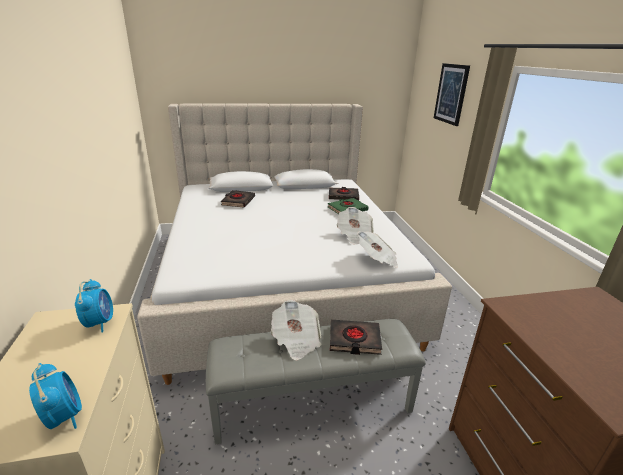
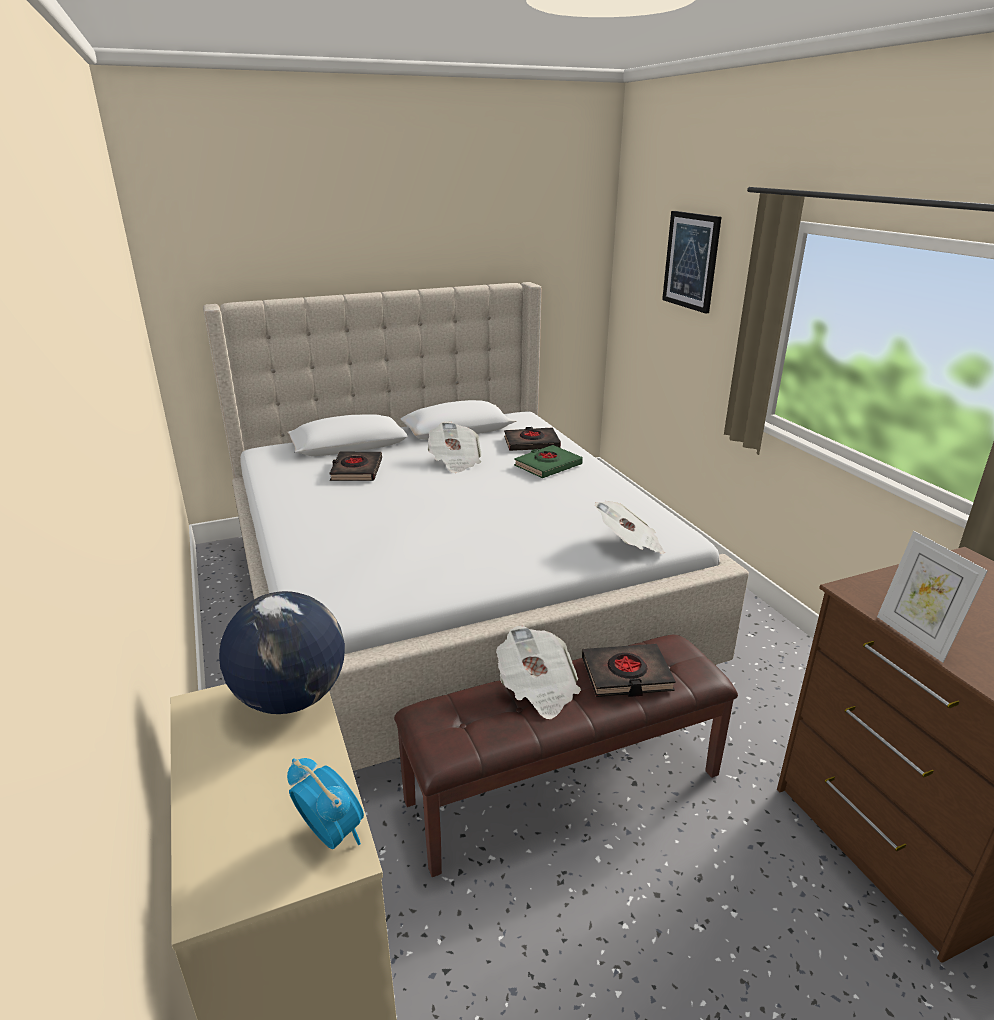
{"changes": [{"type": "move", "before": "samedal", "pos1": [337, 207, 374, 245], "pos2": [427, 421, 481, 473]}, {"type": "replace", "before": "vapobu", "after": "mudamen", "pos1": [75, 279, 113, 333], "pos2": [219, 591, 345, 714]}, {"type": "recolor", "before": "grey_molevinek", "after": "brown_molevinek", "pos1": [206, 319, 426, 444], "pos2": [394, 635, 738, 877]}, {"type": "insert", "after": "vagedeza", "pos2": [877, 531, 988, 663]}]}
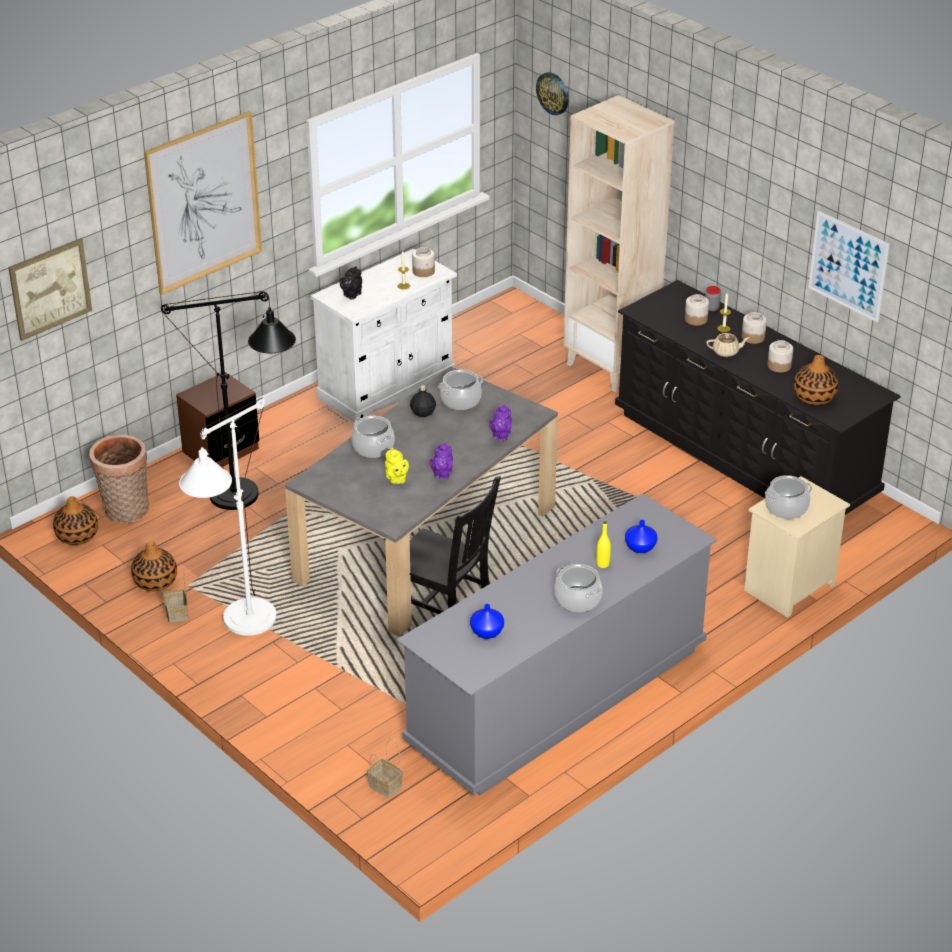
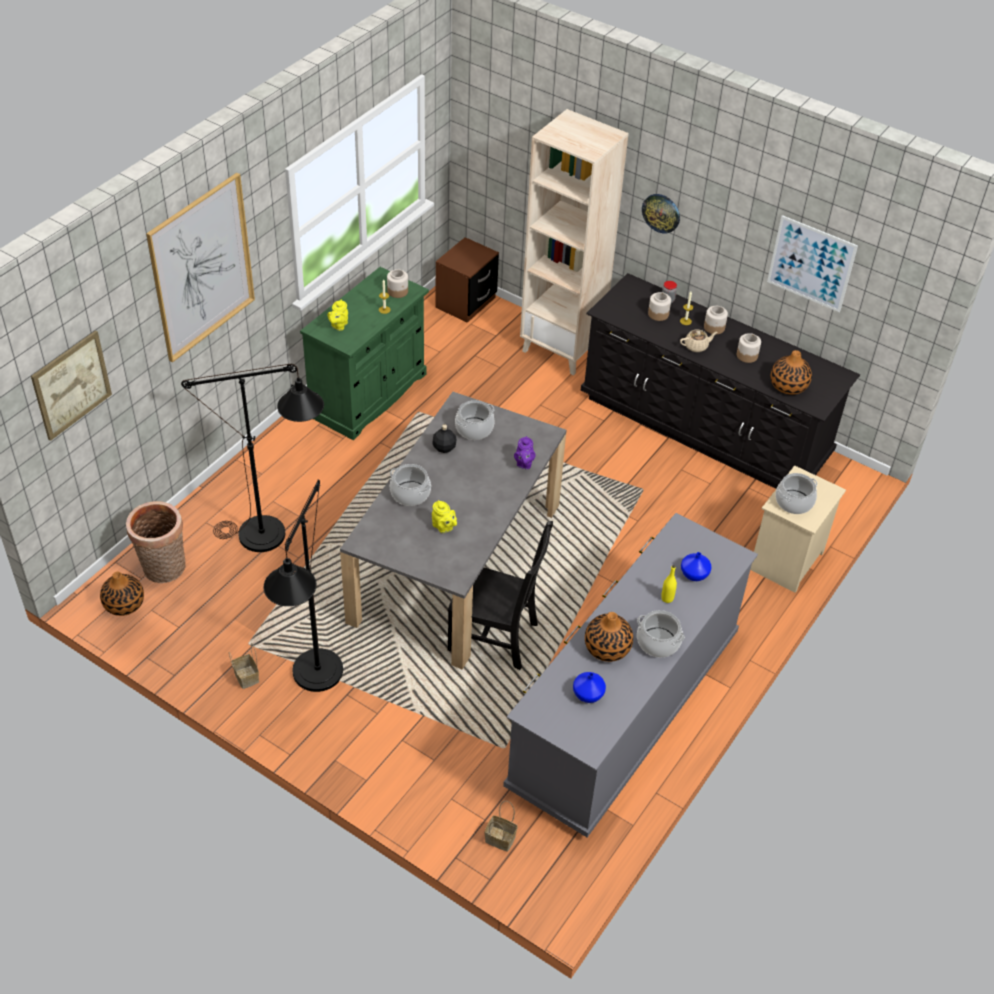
{"changes": [{"type": "move", "before": "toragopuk", "pos1": [536, 72, 569, 115], "pos2": [642, 194, 680, 233]}, {"type": "recolor", "before": "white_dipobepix", "after": "green_dipobepix", "pos1": [310, 249, 457, 422], "pos2": [300, 267, 429, 440]}, {"type": "recolor", "before": "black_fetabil", "after": "yellow_fetabil", "pos1": [339, 266, 362, 299], "pos2": [328, 299, 348, 331]}, {"type": "move", "before": "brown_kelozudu", "pos1": [176, 372, 259, 467], "pos2": [436, 237, 499, 323]}, {"type": "recolor", "before": "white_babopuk", "after": "black_babopuk", "pos1": [179, 397, 277, 636], "pos2": [264, 479, 343, 692]}, {"type": "delete", "before": "purple_fetabil", "pos1": [430, 442, 453, 480]}, {"type": "move", "before": "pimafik", "pos1": [131, 541, 177, 591], "pos2": [585, 612, 633, 662]}]}
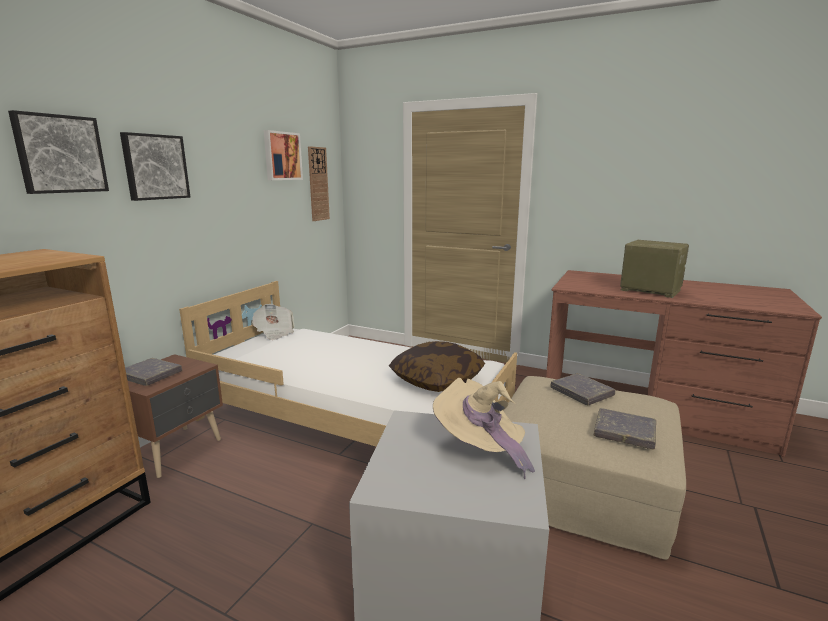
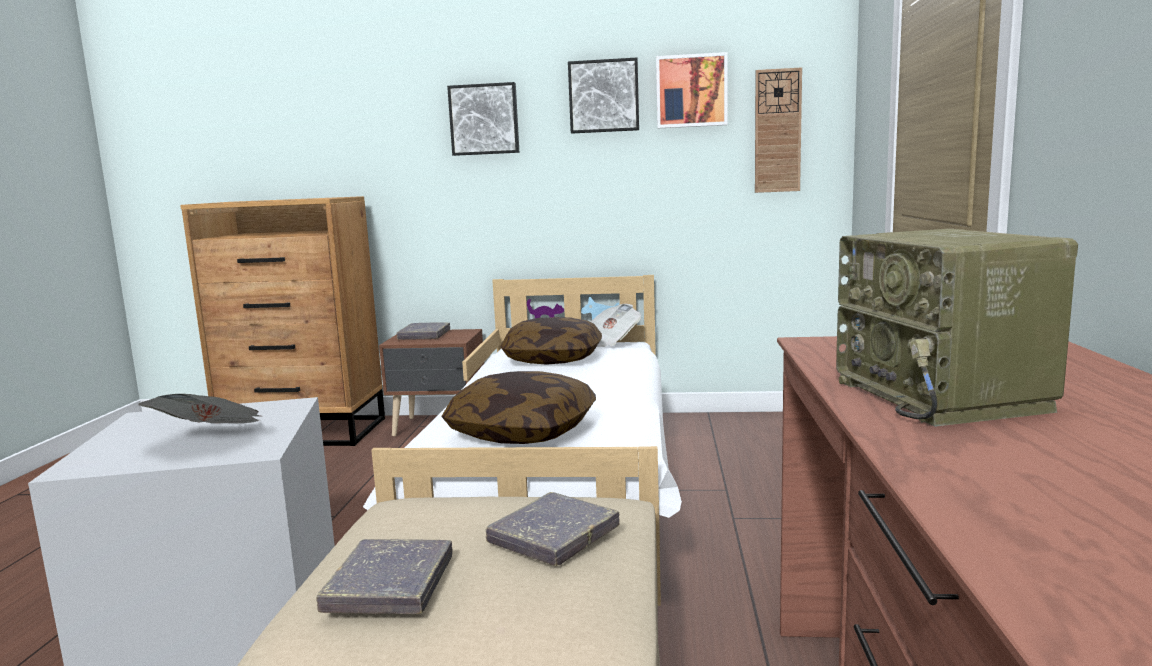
{"changes": [{"type": "move", "before": "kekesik", "pos1": [8, 110, 109, 194], "pos2": [568, 58, 639, 133]}, {"type": "rotate", "before": "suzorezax", "pos1": [620, 240, 689, 298], "pos2": [836, 229, 1078, 427], "turn": 150}, {"type": "replace", "before": "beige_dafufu", "after": "samedal", "pos1": [433, 378, 535, 479], "pos2": [138, 394, 261, 423]}, {"type": "insert", "after": "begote", "pos2": [500, 317, 602, 365]}]}
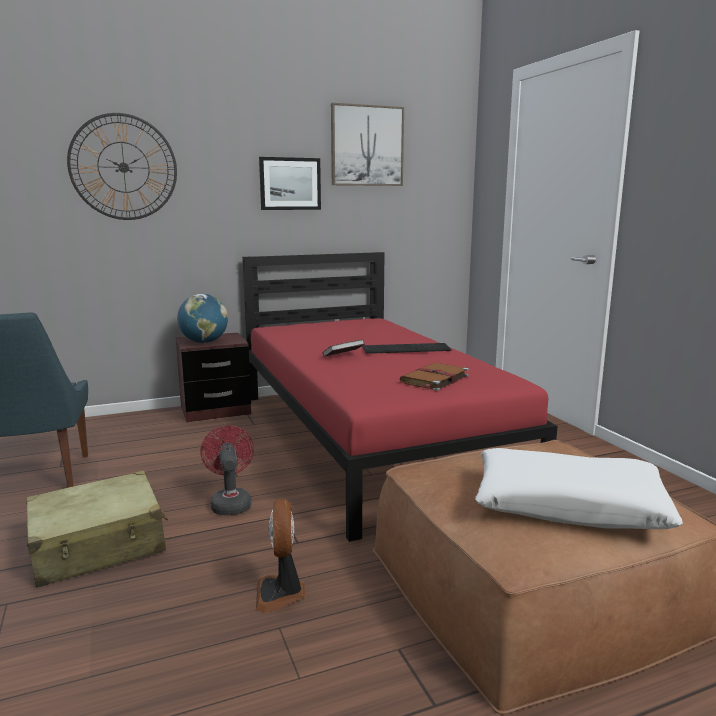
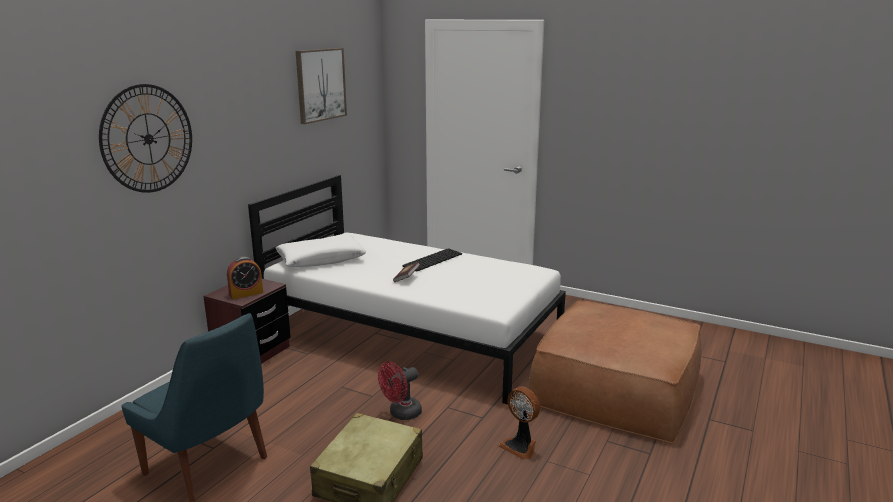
{"changes": [{"type": "delete", "before": "kekesik", "pos1": [259, 157, 321, 210]}, {"type": "recolor", "before": "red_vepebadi", "after": "white_vepebadi", "pos1": [242, 252, 558, 542], "pos2": [248, 175, 566, 405]}, {"type": "replace", "before": "mudamen", "after": "vapobu", "pos1": [177, 294, 228, 343], "pos2": [227, 257, 263, 299]}, {"type": "delete", "before": "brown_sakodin", "pos1": [400, 363, 469, 391]}, {"type": "rotate", "before": "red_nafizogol", "pos1": [200, 425, 254, 515], "pos2": [378, 361, 422, 420], "turn": -75}, {"type": "move", "before": "white_begote", "pos1": [475, 448, 683, 529], "pos2": [275, 234, 366, 267]}]}
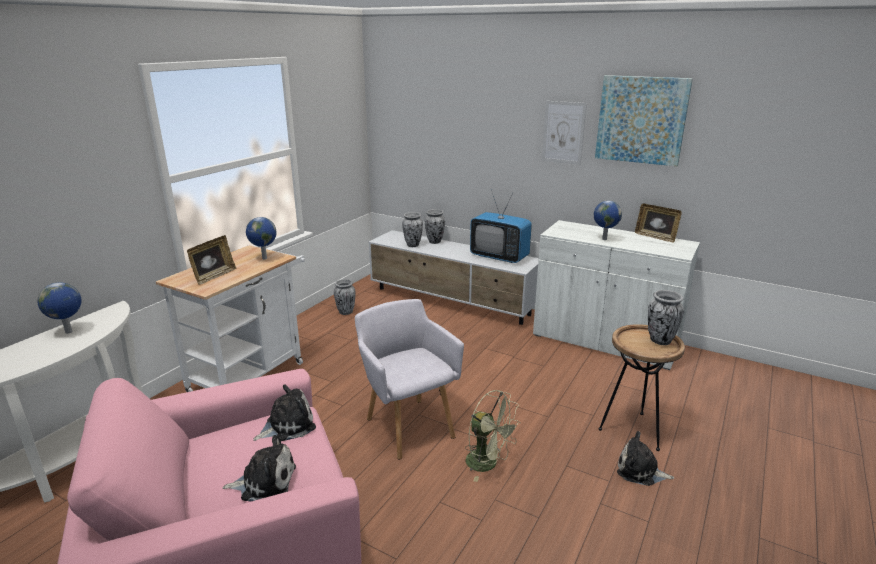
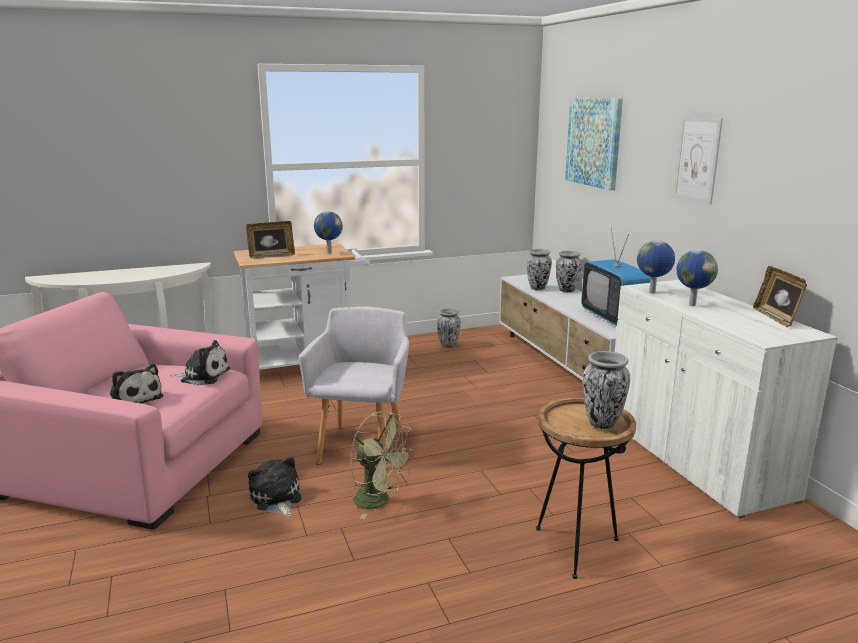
{"changes": [{"type": "move", "before": "kekesik", "pos1": [595, 75, 693, 166], "pos2": [565, 97, 623, 190]}, {"type": "move", "before": "mudamen", "pos1": [37, 282, 82, 334], "pos2": [637, 240, 675, 294]}, {"type": "rotate", "before": "green_nafizogol", "pos1": [465, 390, 521, 482], "pos2": [350, 411, 414, 519], "turn": -45}, {"type": "move", "before": "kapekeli", "pos1": [617, 431, 674, 486], "pos2": [248, 456, 302, 517]}]}
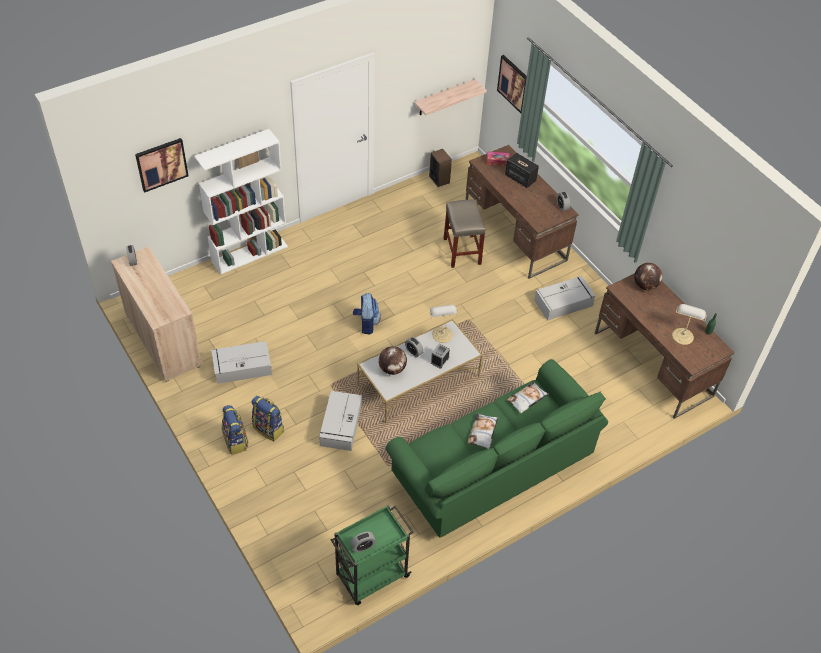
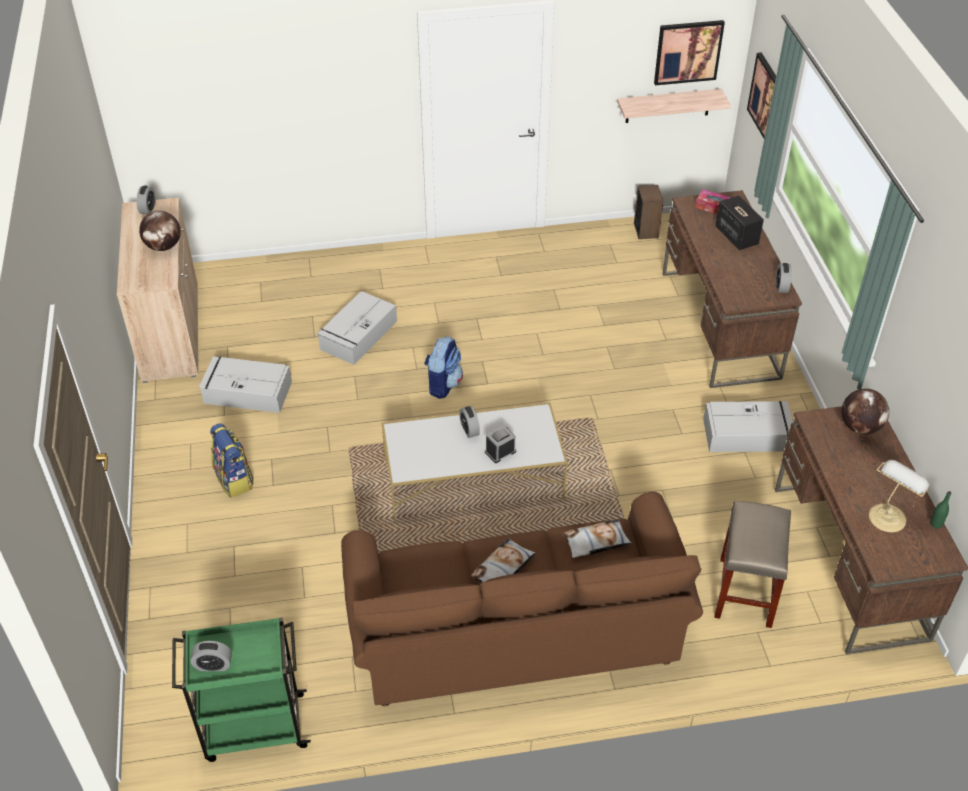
{"changes": [{"type": "delete", "before": "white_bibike", "pos1": [194, 129, 288, 275]}, {"type": "move", "before": "kekesik", "pos1": [135, 138, 189, 193], "pos2": [654, 20, 725, 85]}, {"type": "move", "before": "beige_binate", "pos1": [444, 200, 486, 268], "pos2": [714, 501, 791, 628]}, {"type": "delete", "before": "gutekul", "pos1": [429, 305, 459, 343]}, {"type": "move", "before": "mudamen", "pos1": [379, 346, 407, 375], "pos2": [139, 211, 181, 251]}, {"type": "recolor", "before": "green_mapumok", "after": "brown_mapumok", "pos1": [385, 359, 608, 538], "pos2": [341, 492, 703, 706]}, {"type": "move", "before": "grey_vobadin", "pos1": [319, 391, 362, 451], "pos2": [317, 291, 397, 365]}, {"type": "delete", "before": "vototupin", "pos1": [222, 405, 249, 455]}]}
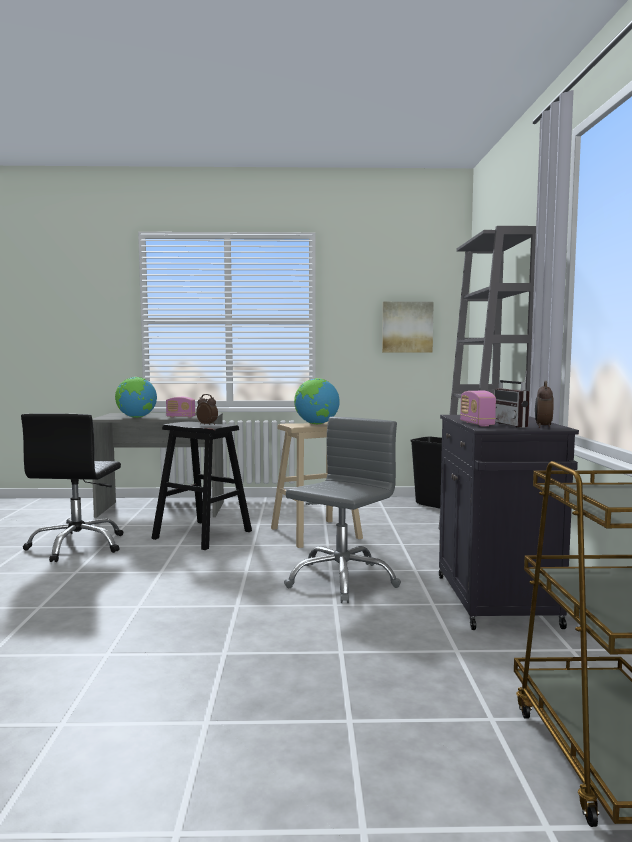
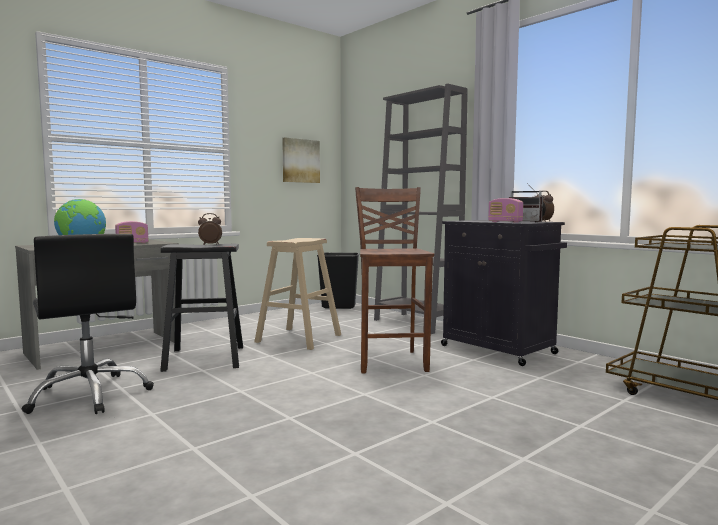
{"changes": [{"type": "delete", "before": "mudamen", "pos1": [294, 378, 340, 424]}, {"type": "replace", "before": "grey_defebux", "after": "brown_binate", "pos1": [284, 417, 401, 603], "pos2": [355, 187, 434, 373]}]}
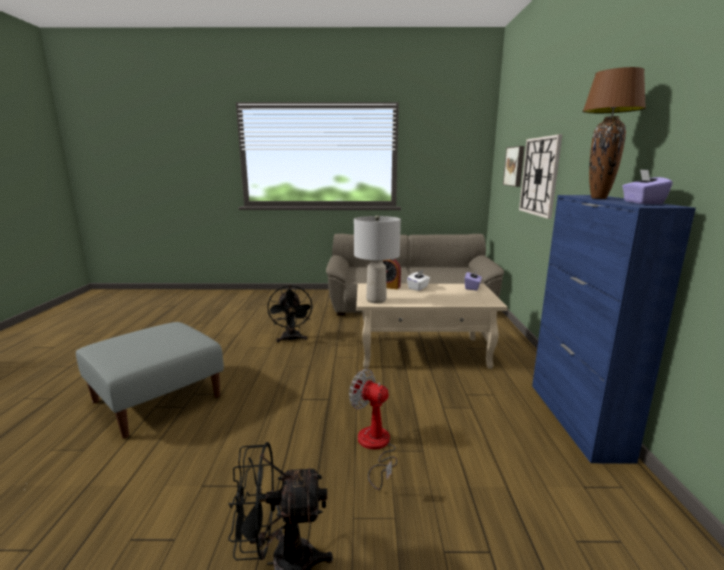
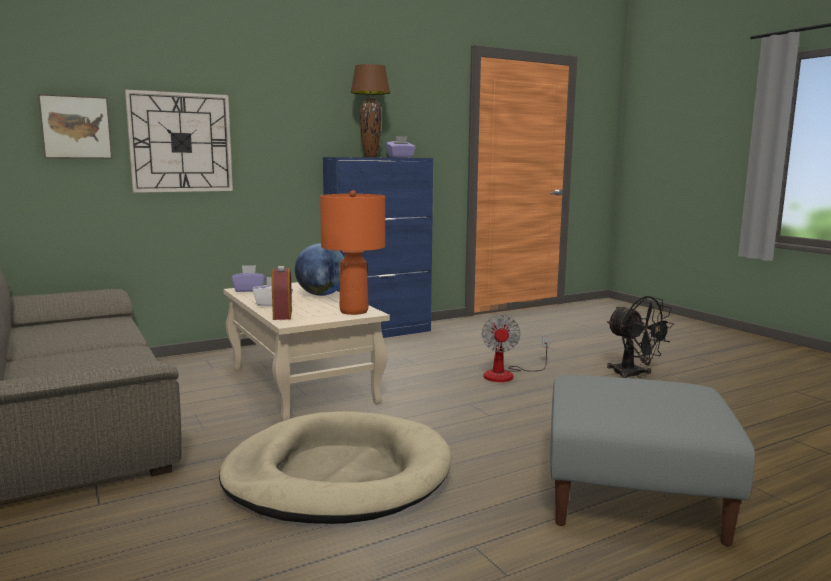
{"changes": [{"type": "recolor", "before": "grey_gutekul", "after": "orange_gutekul", "pos1": [354, 215, 401, 303], "pos2": [320, 190, 385, 315]}, {"type": "replace", "before": "black_nafizogol", "after": "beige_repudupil", "pos1": [267, 285, 313, 343], "pos2": [219, 411, 452, 524]}, {"type": "insert", "after": "mudamen", "pos2": [295, 243, 344, 296]}]}
